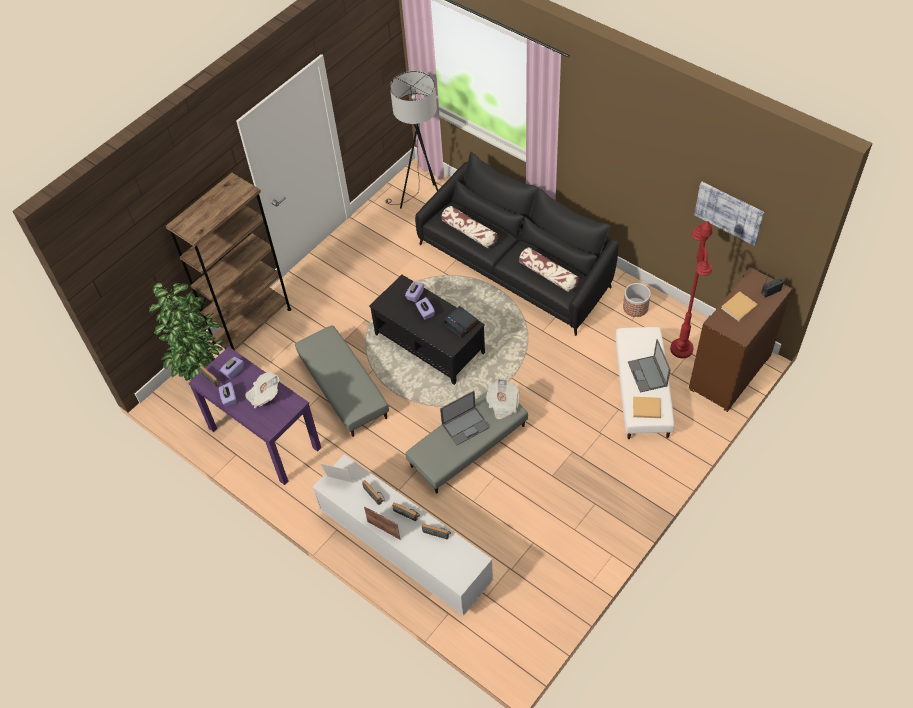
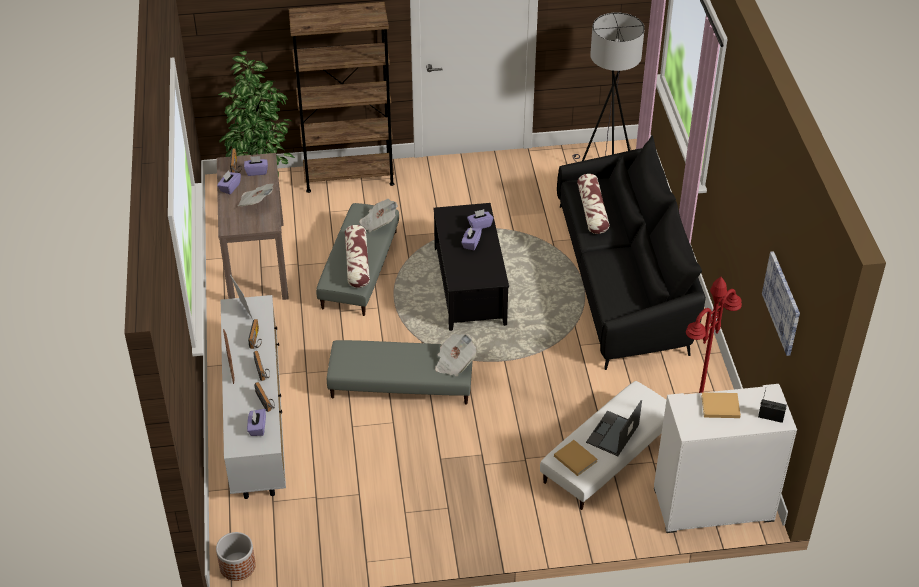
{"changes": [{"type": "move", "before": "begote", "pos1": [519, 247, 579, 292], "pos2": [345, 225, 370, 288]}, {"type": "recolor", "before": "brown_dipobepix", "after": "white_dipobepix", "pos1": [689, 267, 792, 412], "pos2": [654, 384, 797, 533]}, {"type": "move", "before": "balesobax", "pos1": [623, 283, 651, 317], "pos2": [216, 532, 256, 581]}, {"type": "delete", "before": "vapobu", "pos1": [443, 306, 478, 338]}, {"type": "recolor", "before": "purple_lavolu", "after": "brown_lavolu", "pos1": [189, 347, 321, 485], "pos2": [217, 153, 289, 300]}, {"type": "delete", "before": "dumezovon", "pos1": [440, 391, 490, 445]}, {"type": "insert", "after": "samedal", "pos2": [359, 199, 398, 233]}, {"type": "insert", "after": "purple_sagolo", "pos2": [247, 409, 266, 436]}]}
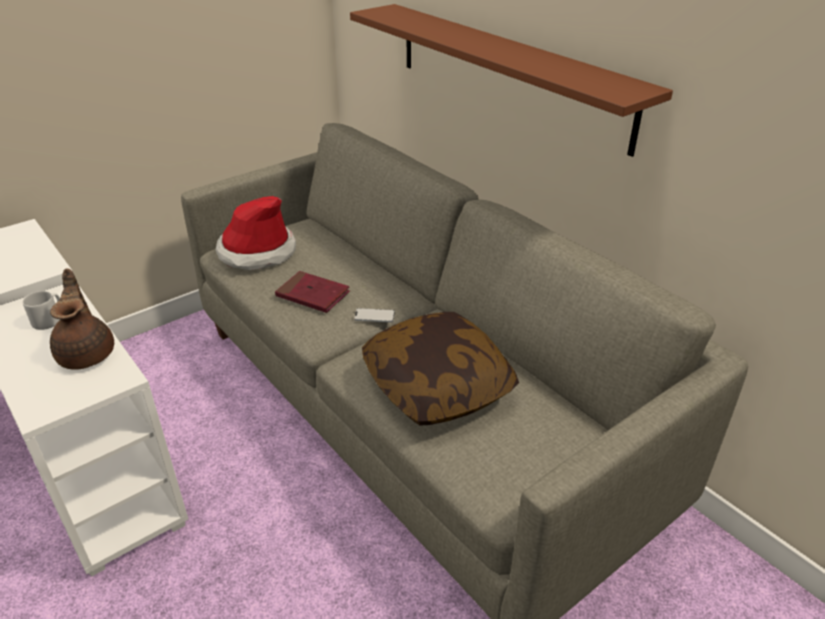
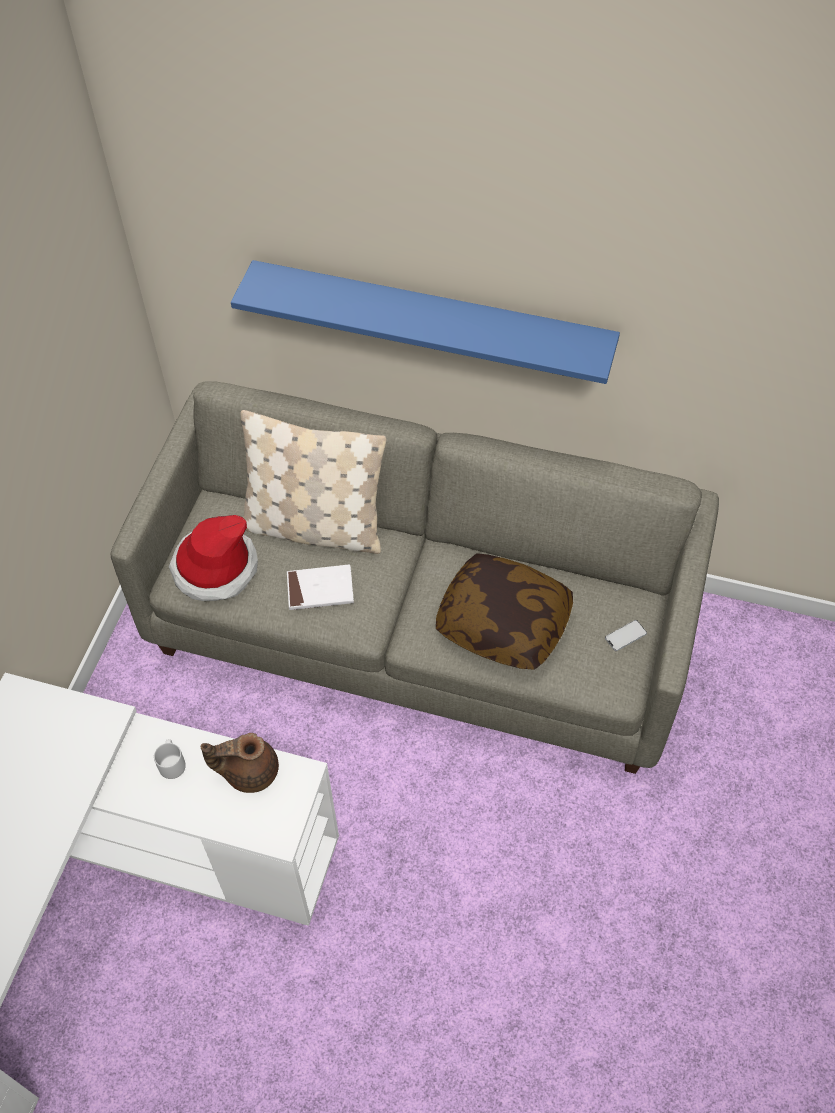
{"changes": [{"type": "recolor", "before": "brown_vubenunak", "after": "blue_vubenunak", "pos1": [350, 4, 673, 157], "pos2": [231, 260, 620, 384]}, {"type": "rotate", "before": "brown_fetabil", "pos1": [50, 269, 114, 370], "pos2": [201, 733, 279, 793], "turn": -45}, {"type": "recolor", "before": "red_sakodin", "after": "white_sakodin", "pos1": [275, 271, 350, 313], "pos2": [287, 564, 354, 610]}, {"type": "move", "before": "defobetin", "pos1": [354, 308, 395, 323], "pos2": [605, 620, 647, 651]}, {"type": "insert", "after": "beige_begote", "pos2": [240, 410, 387, 554]}]}
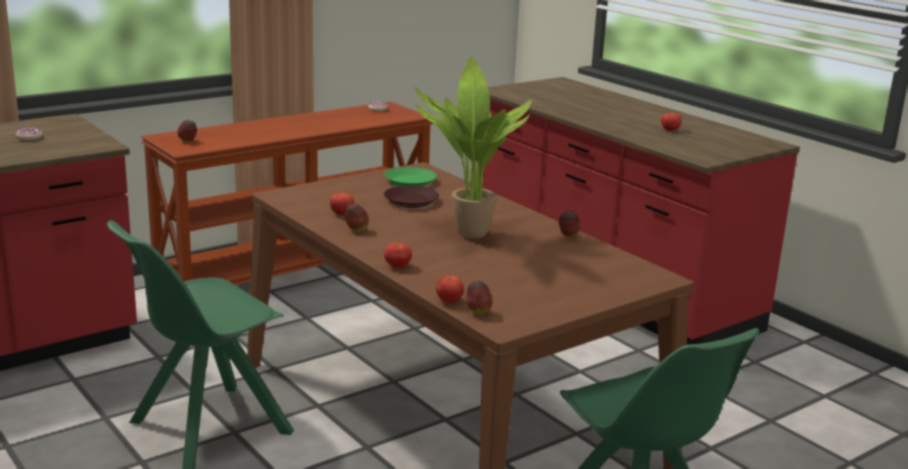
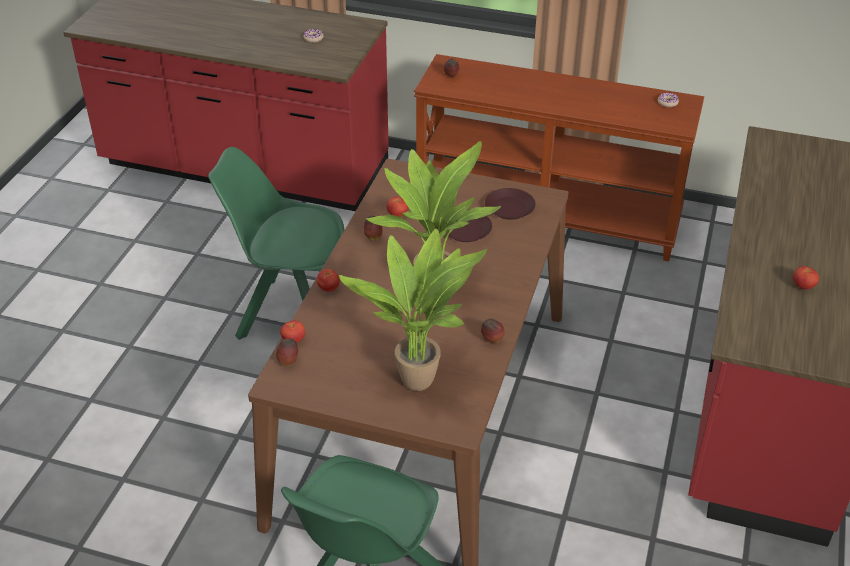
{"changes": [{"type": "recolor", "before": "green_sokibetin", "after": "brown_sokibetin", "pos1": [384, 167, 437, 187], "pos2": [485, 188, 535, 219]}, {"type": "insert", "after": "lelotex", "pos2": [339, 229, 487, 391]}]}
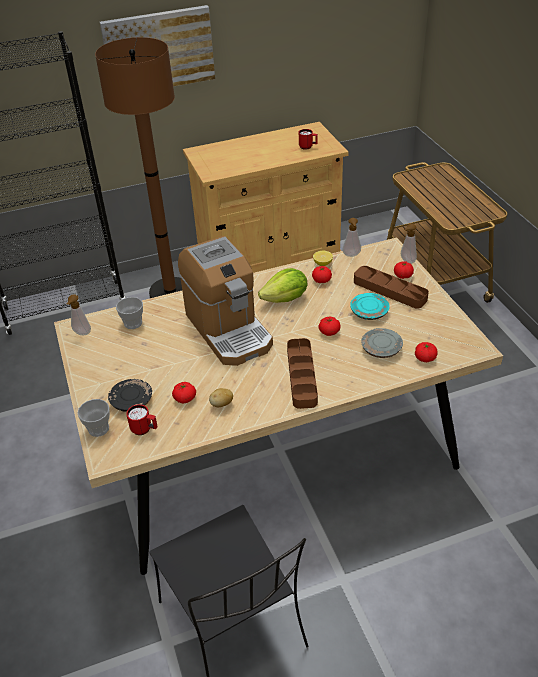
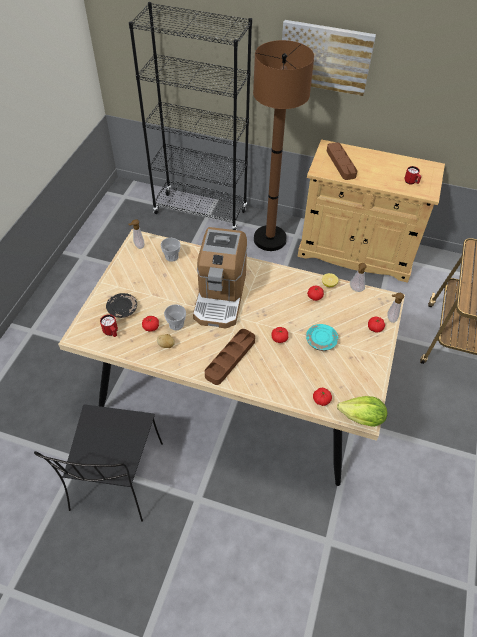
{"changes": [{"type": "move", "before": "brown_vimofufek", "pos1": [354, 266, 429, 309], "pos2": [327, 142, 357, 180]}, {"type": "move", "before": "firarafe", "pos1": [258, 268, 307, 303], "pos2": [337, 396, 387, 427]}, {"type": "delete", "before": "grey_sokibetin", "pos1": [361, 328, 403, 358]}, {"type": "move", "before": "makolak", "pos1": [77, 399, 110, 437], "pos2": [164, 304, 186, 331]}]}
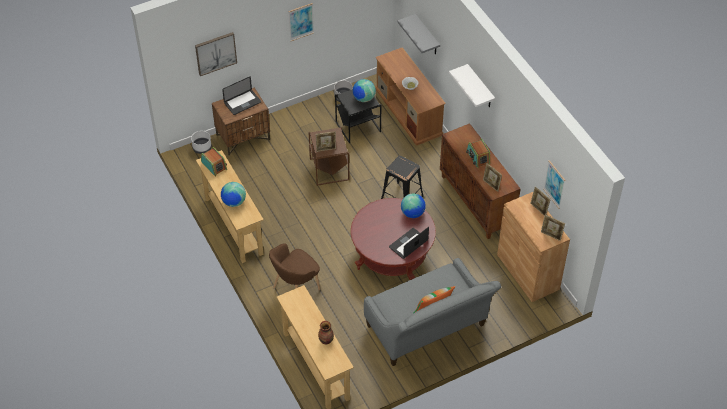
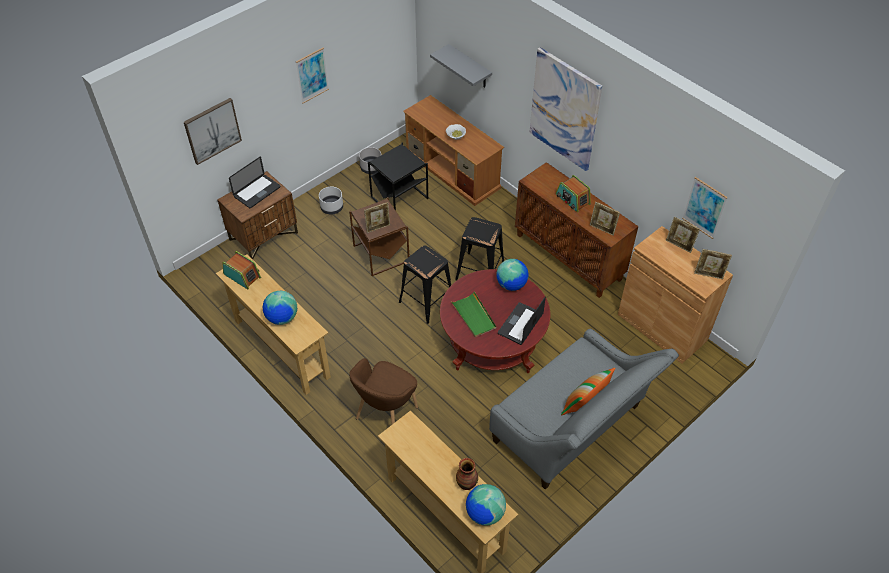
{"changes": [{"type": "replace", "before": "white_vubenunak", "after": "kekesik", "pos1": [449, 64, 495, 107], "pos2": [529, 47, 602, 171]}, {"type": "move", "before": "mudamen", "pos1": [353, 79, 376, 102], "pos2": [466, 484, 506, 526]}, {"type": "move", "before": "white_balesobax", "pos1": [191, 131, 212, 154], "pos2": [319, 187, 343, 214]}, {"type": "insert", "after": "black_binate", "pos2": [399, 245, 451, 324]}, {"type": "insert", "after": "green_vimofufek", "pos2": [451, 291, 496, 337]}]}
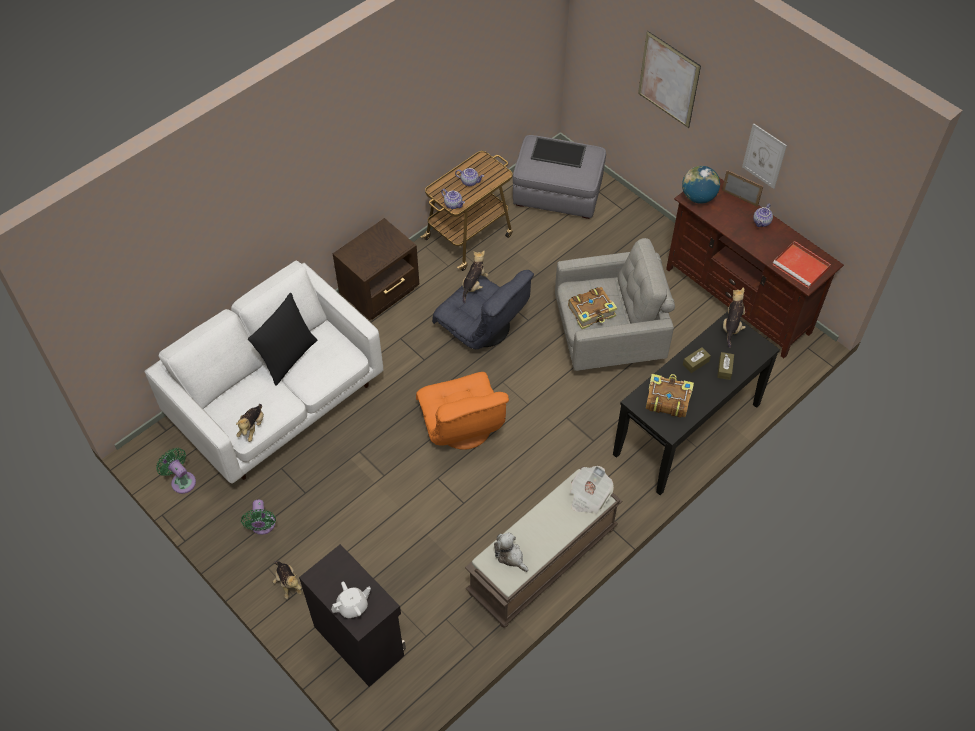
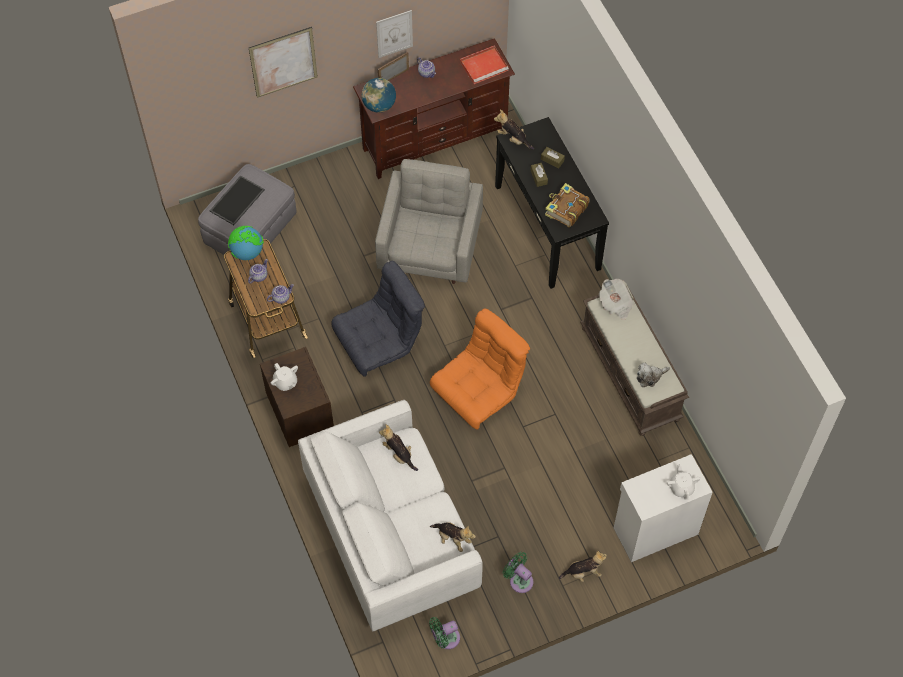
{"changes": [{"type": "move", "before": "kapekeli", "pos1": [462, 251, 489, 304], "pos2": [379, 424, 418, 471]}, {"type": "delete", "before": "sakodin", "pos1": [568, 287, 617, 329]}, {"type": "delete", "before": "black_begote", "pos1": [248, 293, 317, 386]}, {"type": "rotate", "before": "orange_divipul", "pos1": [416, 372, 509, 450], "pos2": [430, 309, 530, 430], "turn": -45}, {"type": "rotate", "before": "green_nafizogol", "pos1": [241, 500, 276, 535], "pos2": [503, 552, 533, 593], "turn": -150}, {"type": "recolor", "before": "black_dipobepix", "after": "white_dipobepix", "pos1": [299, 544, 406, 687], "pos2": [614, 454, 713, 562]}, {"type": "insert", "after": "mudamen", "pos2": [228, 226, 264, 260]}, {"type": "insert", "after": "white_fetabil", "pos2": [271, 363, 298, 391]}]}
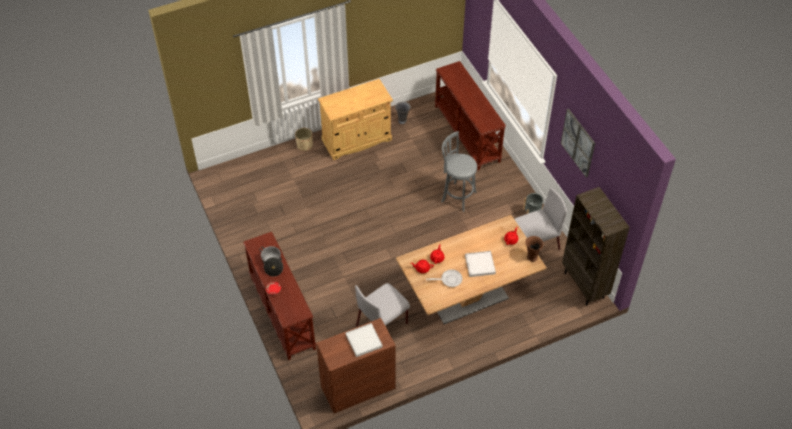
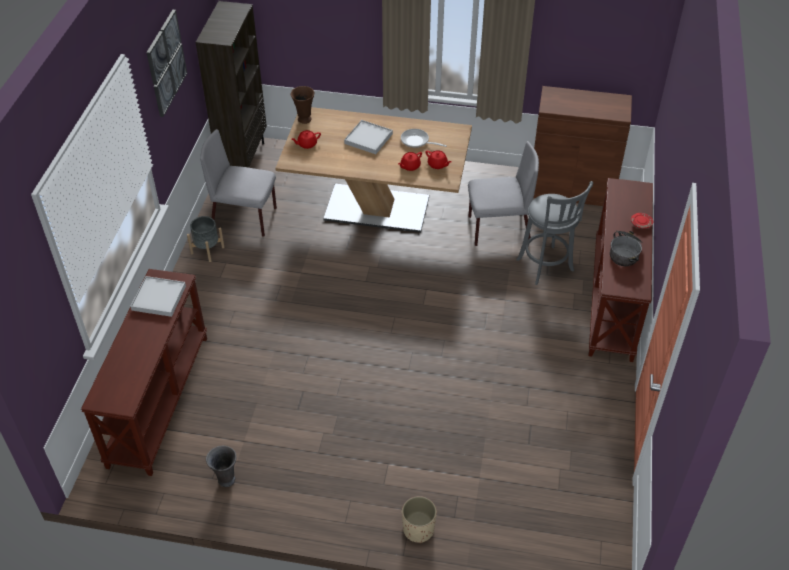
{"changes": [{"type": "delete", "before": "beige_dipobepix", "pos1": [318, 79, 393, 160]}, {"type": "move", "before": "grey_binate", "pos1": [441, 131, 477, 212], "pos2": [516, 181, 593, 285]}, {"type": "move", "before": "white_vimofufek", "pos1": [346, 323, 383, 357], "pos2": [131, 276, 186, 317]}]}
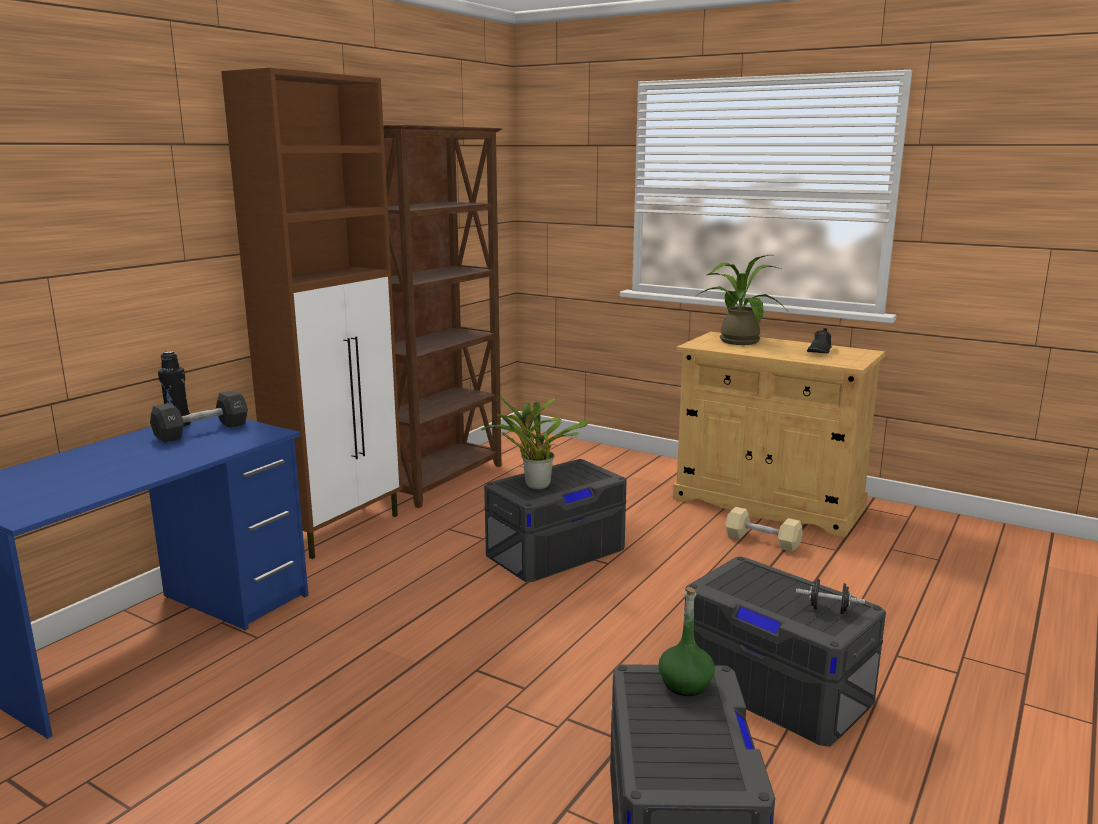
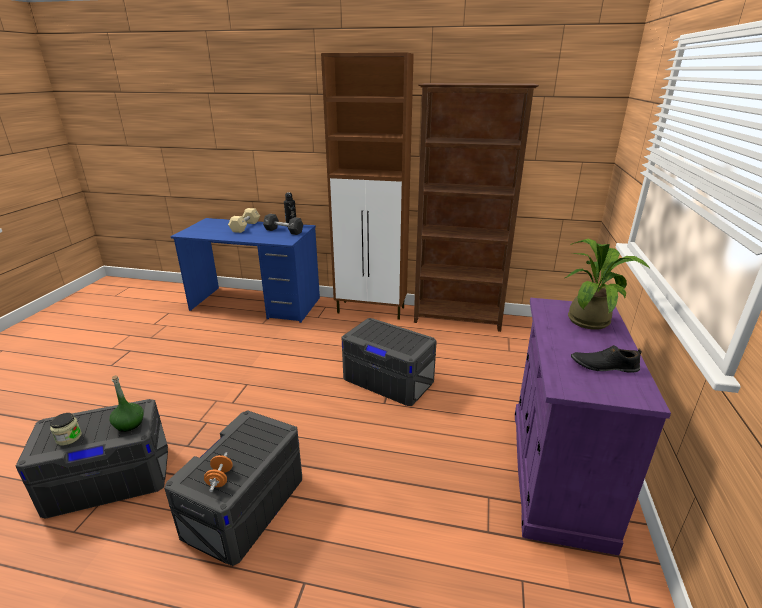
{"changes": [{"type": "recolor", "before": "beige_dipobepix", "after": "purple_dipobepix", "pos1": [673, 332, 885, 537], "pos2": [515, 298, 671, 555]}, {"type": "delete", "before": "lelotex", "pos1": [481, 396, 588, 490]}, {"type": "move", "before": "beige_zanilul", "pos1": [725, 507, 803, 552], "pos2": [228, 208, 260, 233]}, {"type": "recolor", "before": "black_zanilul", "after": "orange_zanilul", "pos1": [796, 579, 865, 614], "pos2": [204, 452, 233, 492]}, {"type": "insert", "after": "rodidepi", "pos2": [50, 413, 82, 445]}]}
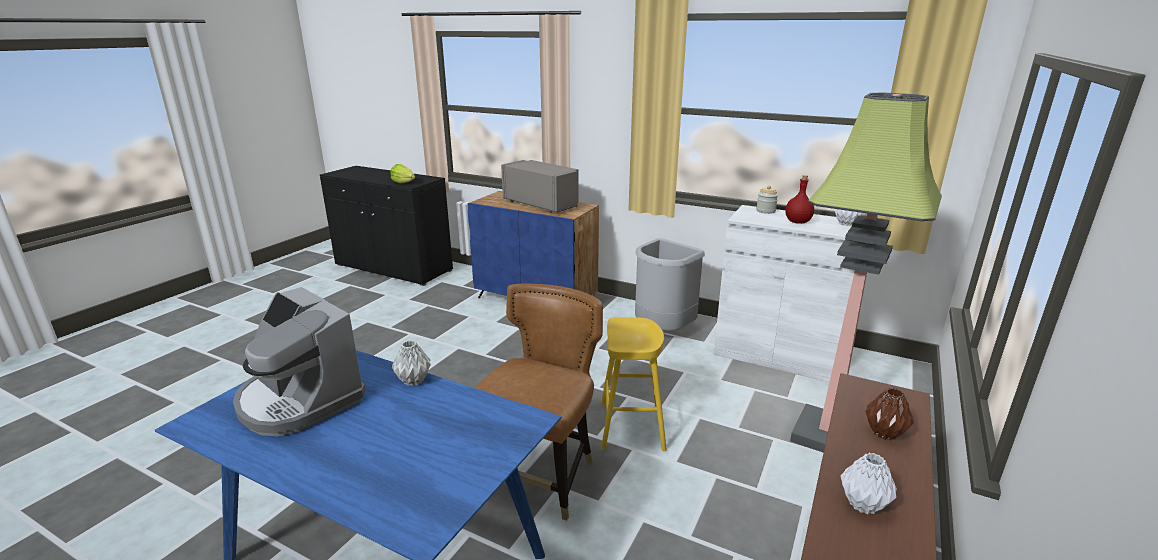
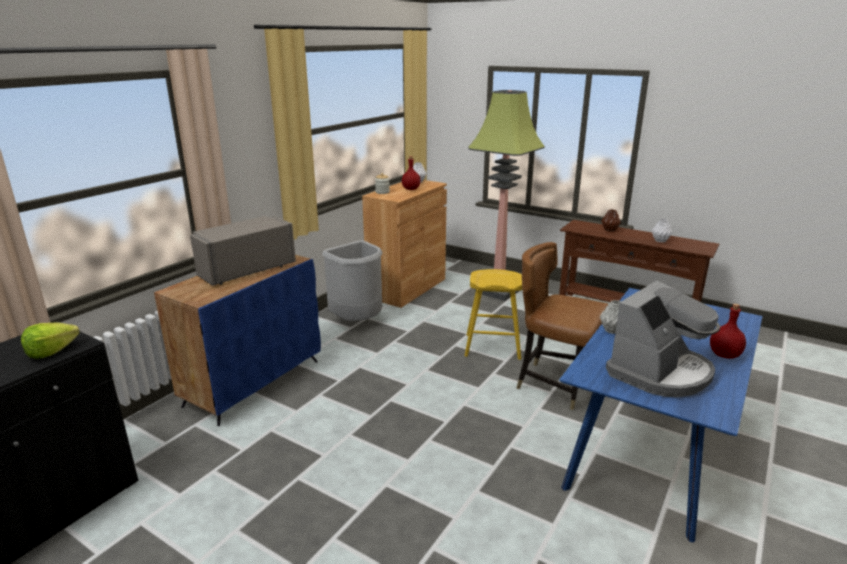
{"changes": [{"type": "recolor", "before": "white_dipobepix", "after": "brown_dipobepix", "pos1": [714, 205, 855, 382], "pos2": [362, 180, 447, 308]}, {"type": "insert", "after": "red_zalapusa", "pos2": [710, 304, 746, 359]}]}
